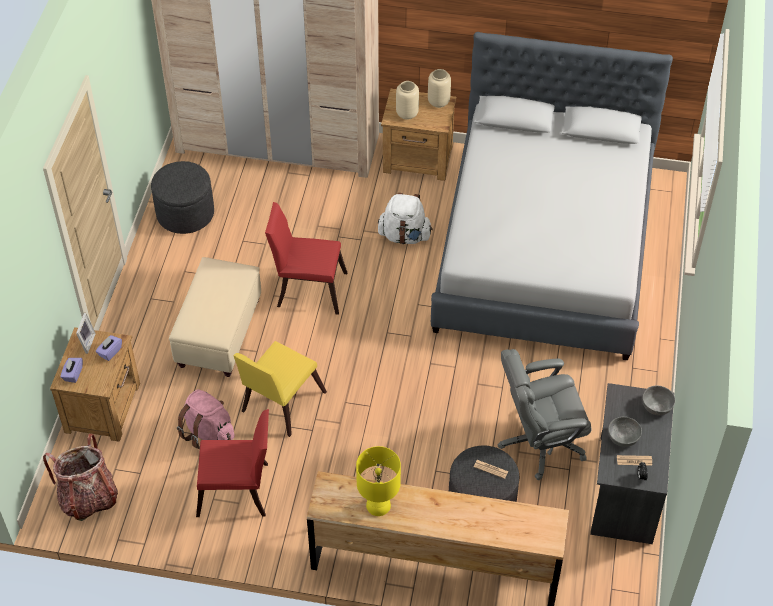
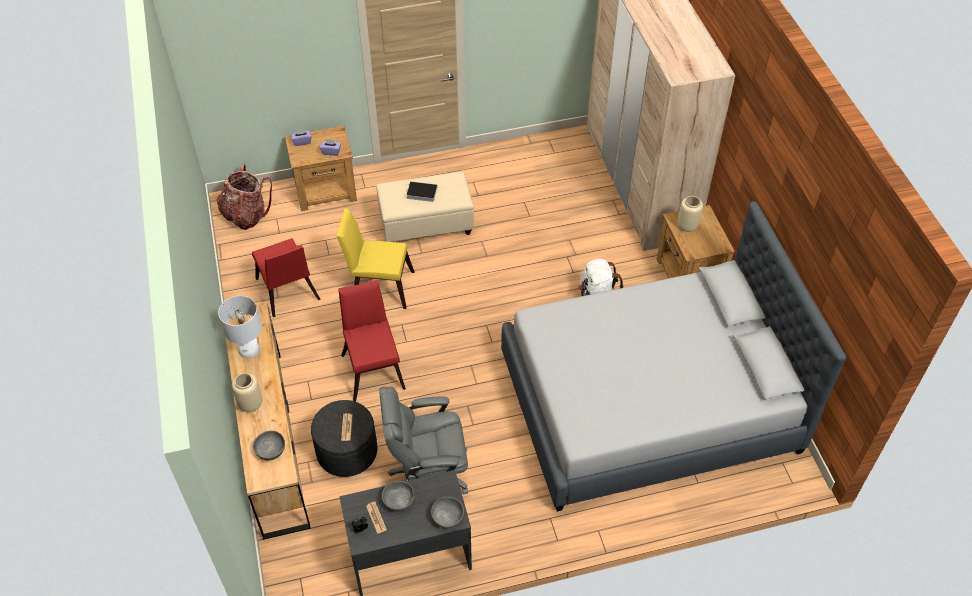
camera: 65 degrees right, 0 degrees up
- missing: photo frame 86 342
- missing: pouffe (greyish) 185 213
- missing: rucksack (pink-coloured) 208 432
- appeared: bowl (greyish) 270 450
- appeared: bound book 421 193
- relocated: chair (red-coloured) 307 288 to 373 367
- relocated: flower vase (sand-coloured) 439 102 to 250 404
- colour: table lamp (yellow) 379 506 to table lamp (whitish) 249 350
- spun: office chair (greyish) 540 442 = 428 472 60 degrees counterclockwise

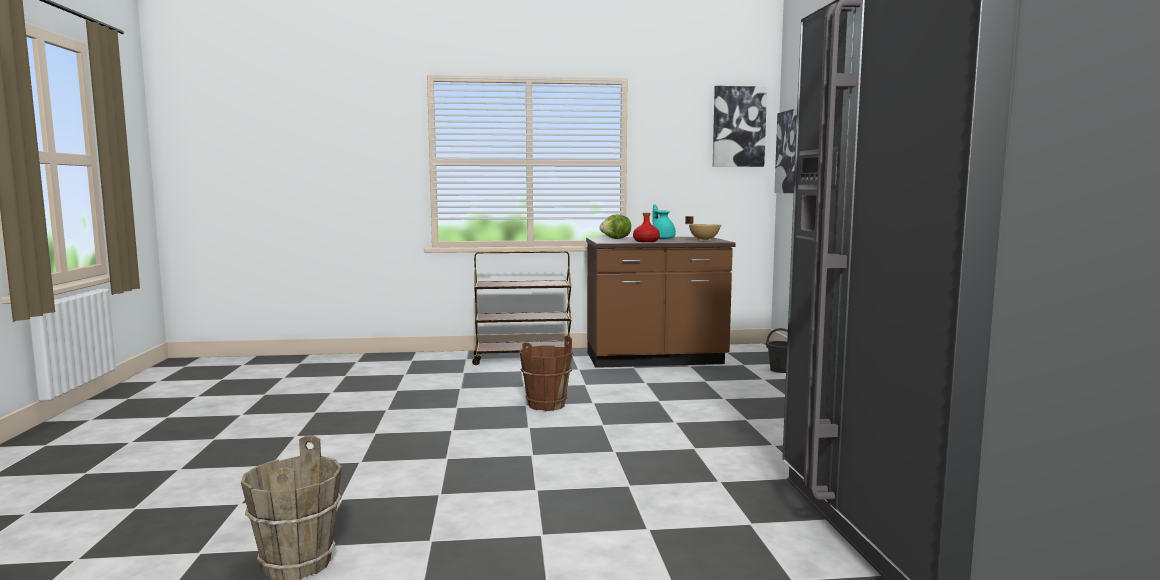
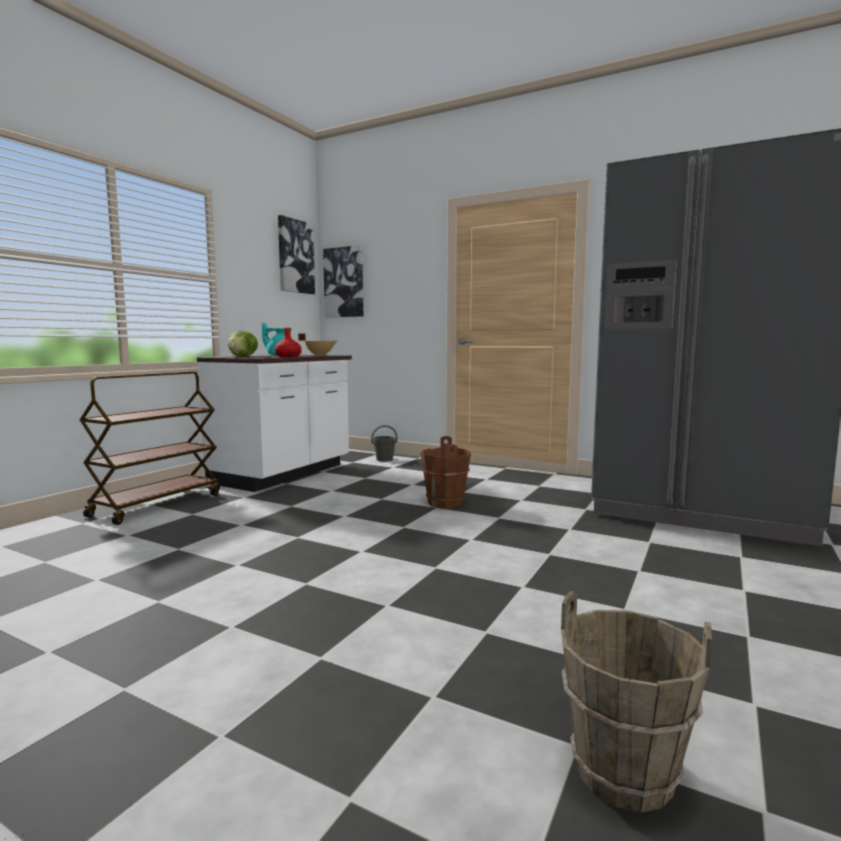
camera: 55 degrees left, 0 degrees up
- relocated: bucket (brown) 546 405 to 444 503
- colour: counter (brown) 655 360 to counter (whitish) 283 474

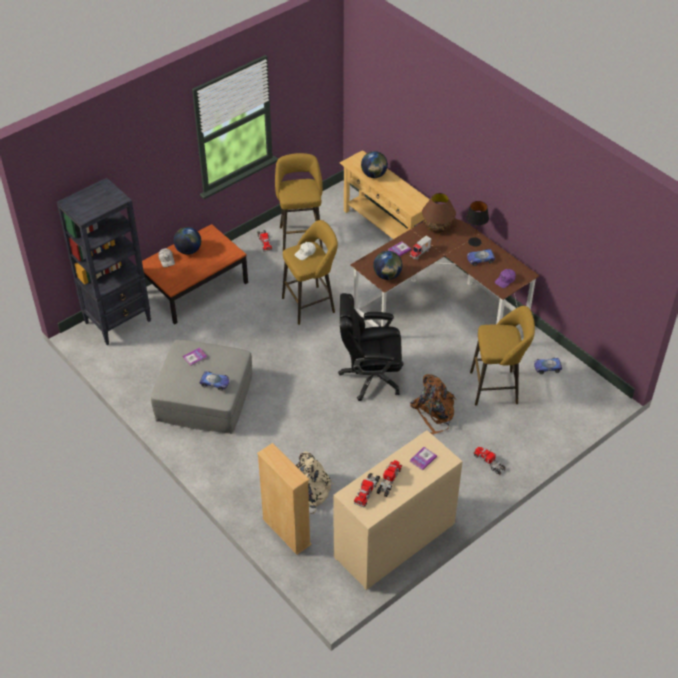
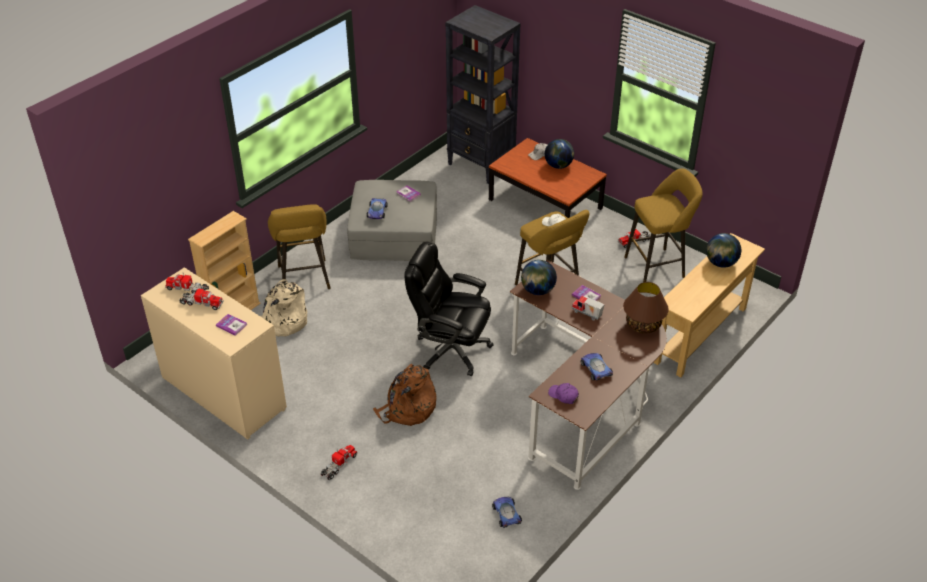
camera: 80 degrees right, 5 degrees down
- missing: table lamp (blackish) 474 242
- relocated: stool seat (yellow) 497 387 to 304 280
- spun: office chair (blackish) 370 377 = 450 350 60 degrees counterclockwise

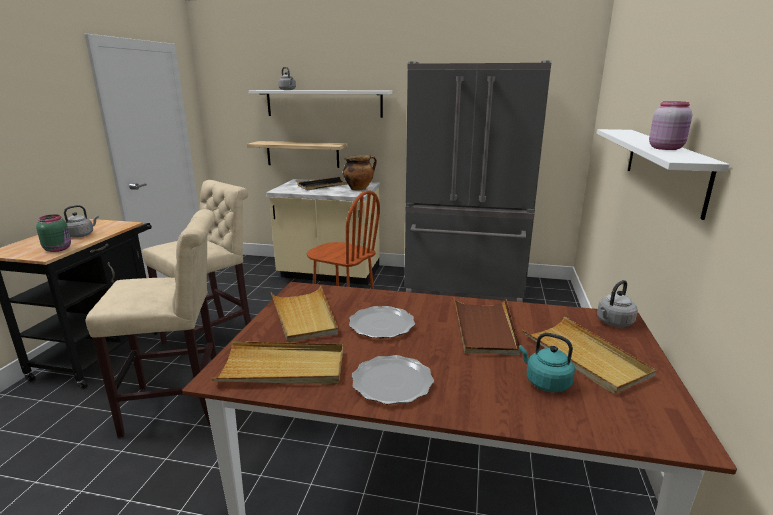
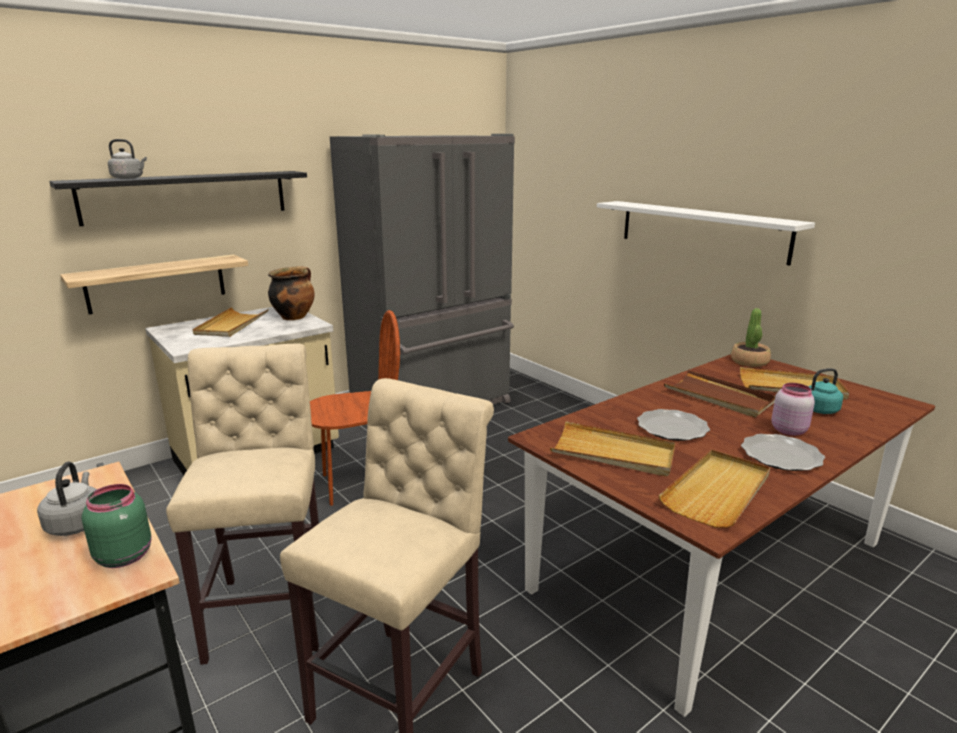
camera: 50 degrees left, 0 degrees up
- relocated: jar (pink-coloured) 666 148 to 788 430
- exchanged: water kettle (greyish) 613 322 to potted plant 749 362
- colour: bracket shelf (whitish) 323 103 to bracket shelf (blackish) 187 196
- colour: carrying tray (blackish) 324 185 to carrying tray (sand-coloured) 231 325

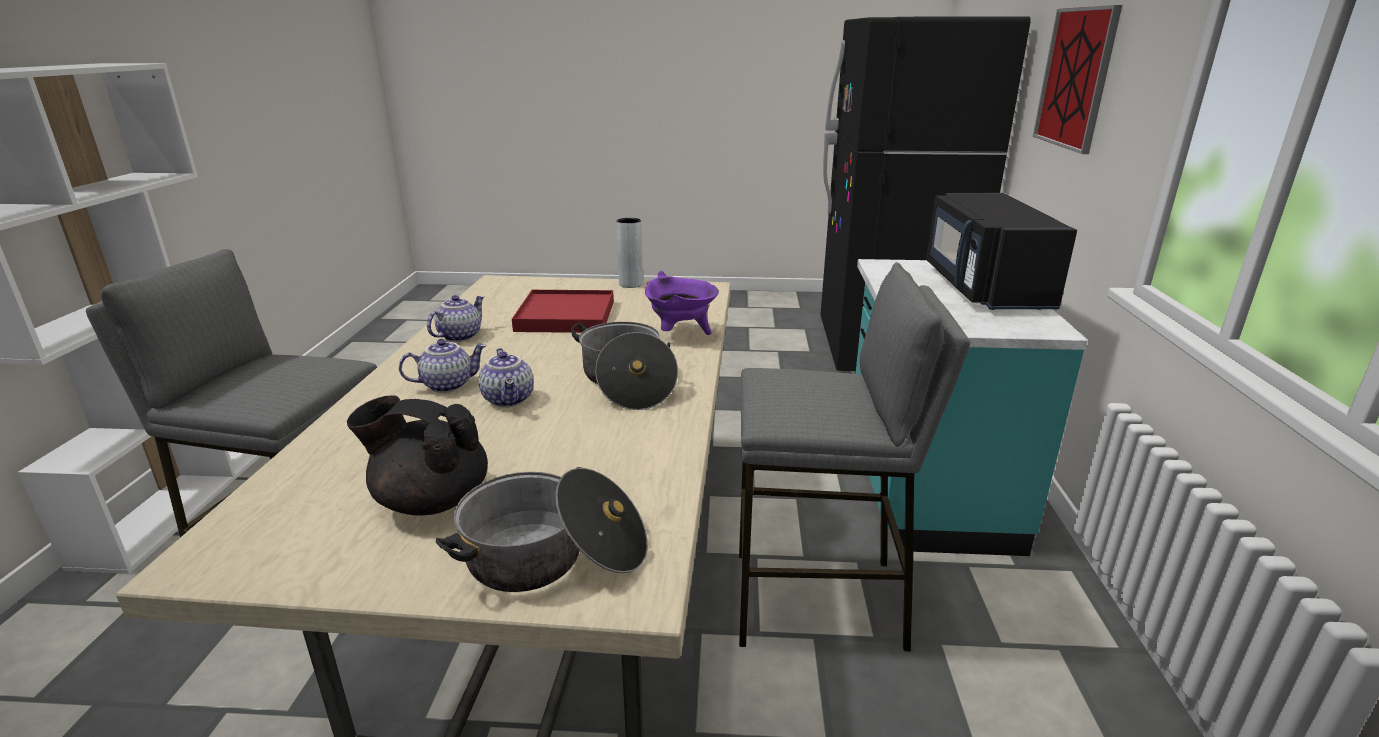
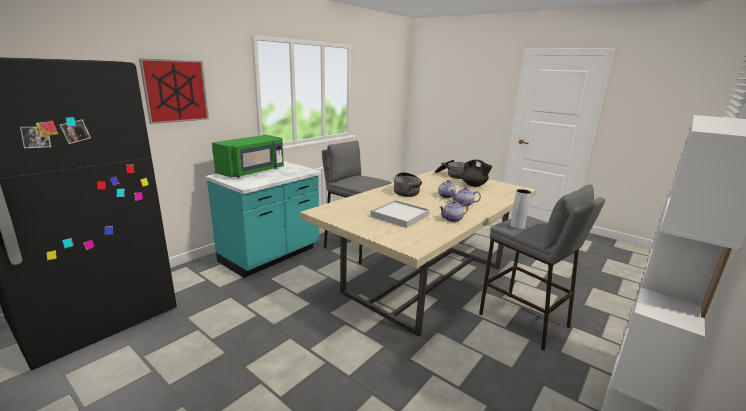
camera: 145 degrees left, 5 degrees down
- missing: cooking pot (purple-coloured) 680 334
- relocated: flower vase (greyish) 631 284 to 517 226
- colour: carrying tray (red-coloured) 566 316 to carrying tray (whitish) 399 216
- colour: microwave (blackish) 983 288 to microwave (greenish) 253 171

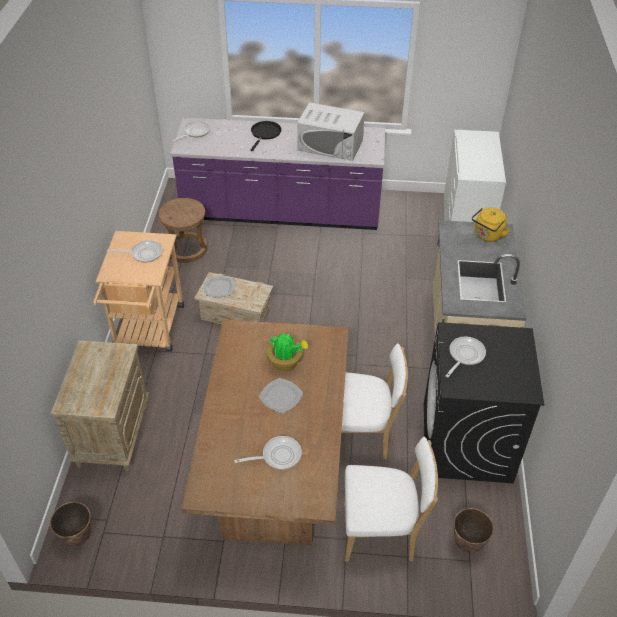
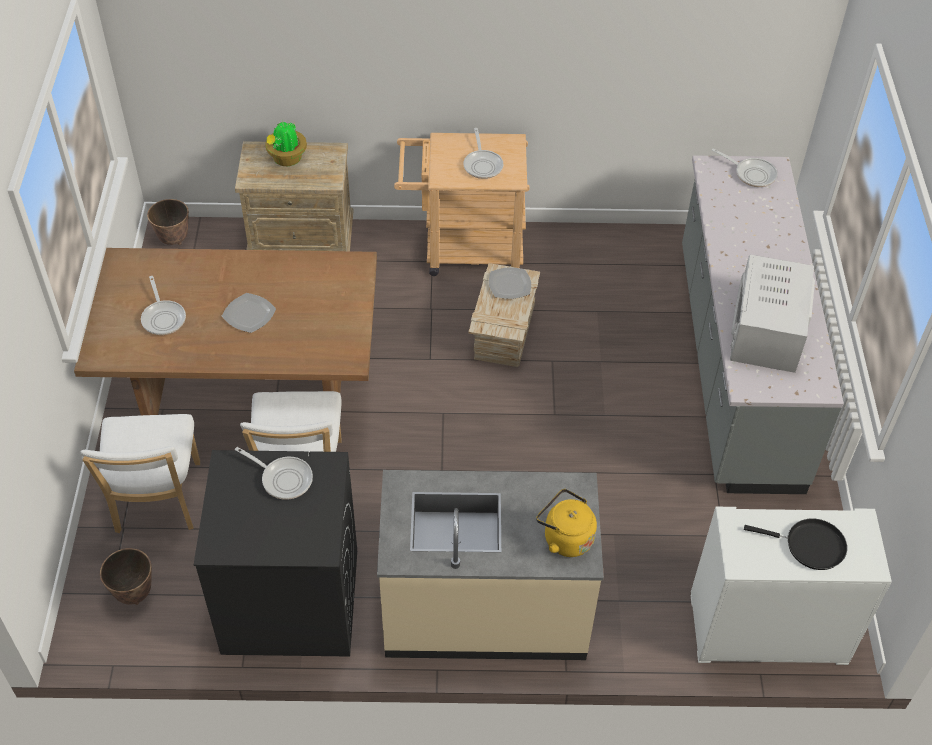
camera: 85 degrees right, 5 degrees up
- missing: stool seat (brown) 186 249
- relocated: frying pan (blackish) 265 133 to 810 546
- relocated: potted plant 286 363 to 286 159
- colour: counter (purple-coloured) 281 213 to counter (greyish) 735 365

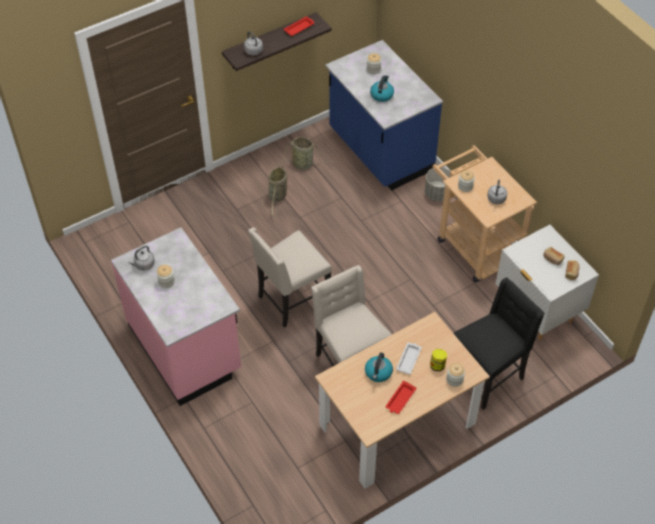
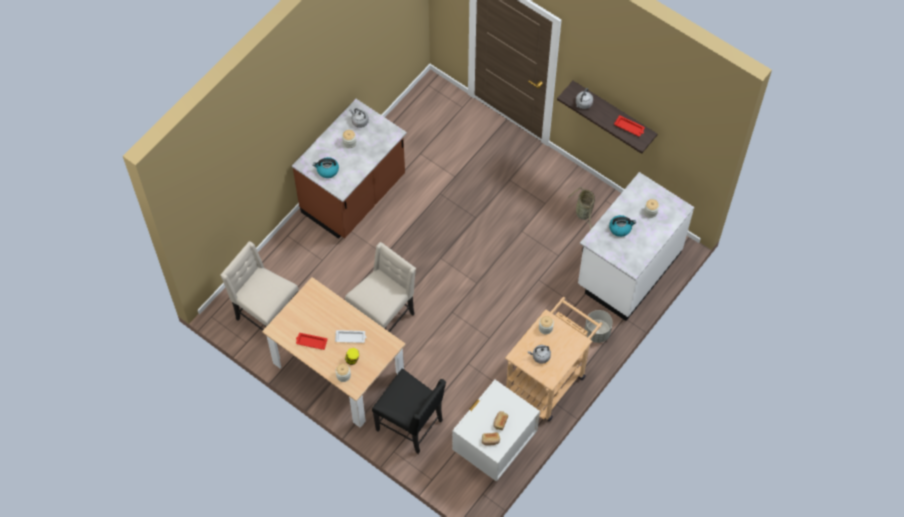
camera: 70 degrees right, 10 degrees up
- missing: household basket 277 197
- relocated: chair (sand-coloured) 292 300 to 266 316
- relocated: water kettle 378 373 to 327 170
- colour: counter (pink-coloured) 185 348 to counter (brown) 354 196
- colour: counter (bluish) 379 151 to counter (whitish) 628 269

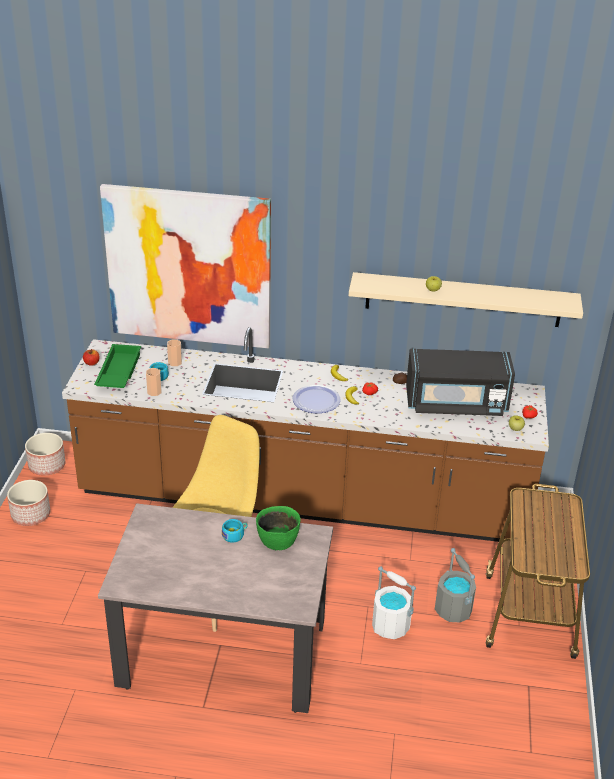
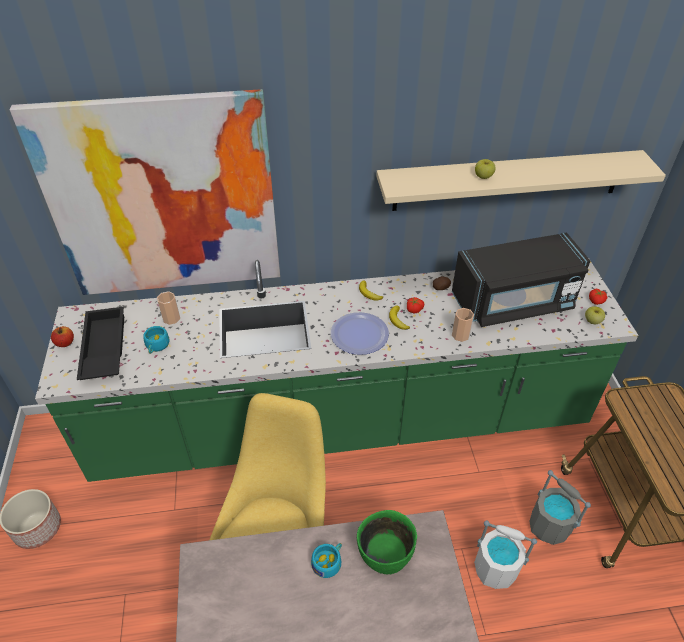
camera: 15 degrees left, 10 degrees up
- missing: planter 47 465
- relocated: cup 154 392 to 460 335
- colour: counter (brown) 303 500 to counter (greenish) 342 424
- colour: carrying tray (greenish) 118 372 to carrying tray (blackish) 103 349

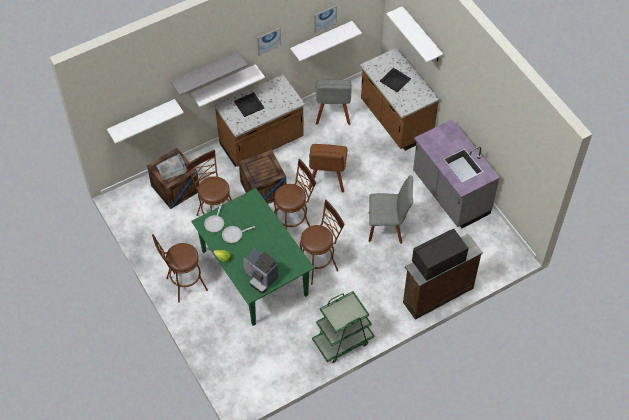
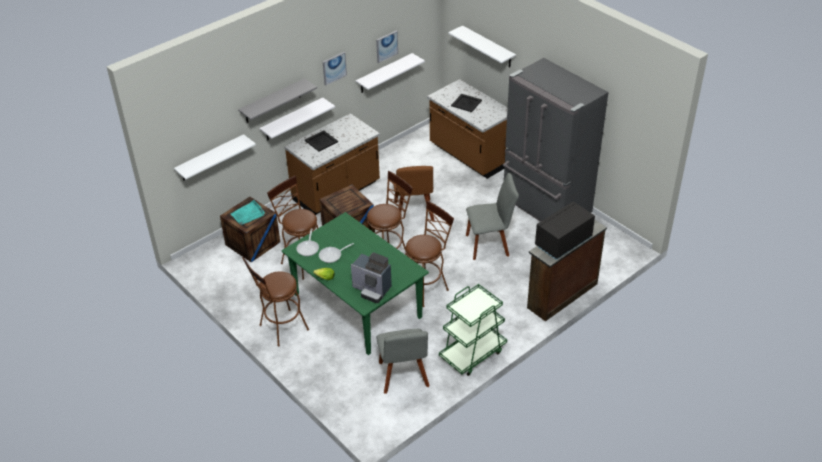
camera: 10 degrees left, 15 degrees down
- relocated: chair (greyish) 333 114 to 403 377
- exchanged: counter (greyish) 450 194 to fridge (greyish) 545 207
- colour: carrying tray (greyish) 172 168 to carrying tray (blue-green) 248 214

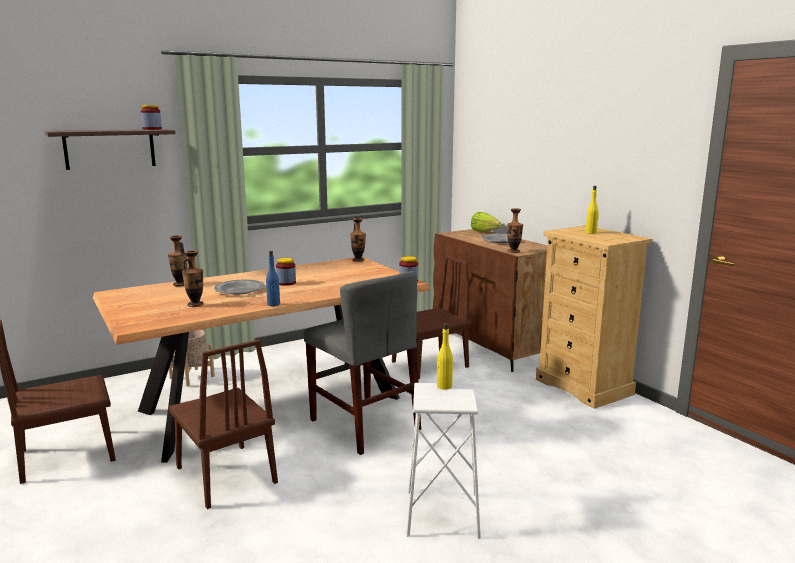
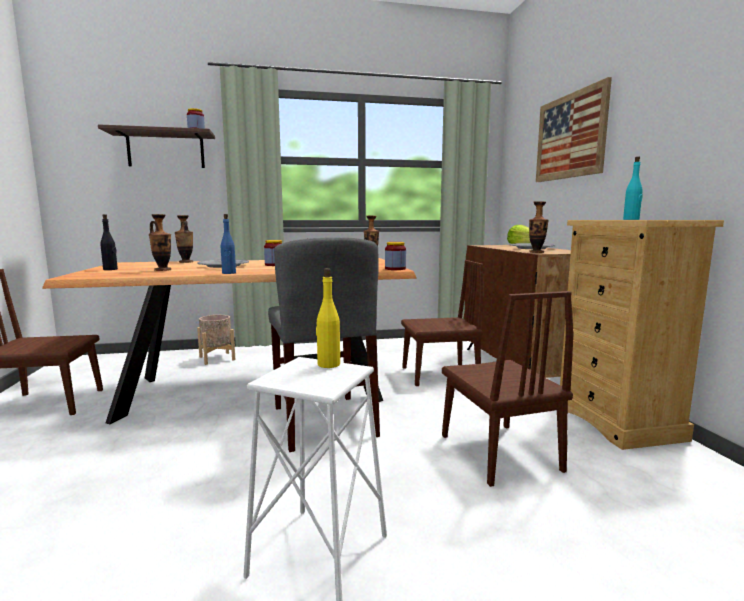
camera: 20 degrees right, 5 degrees down
- appeared: beverage bottle (blackish) 110 269
- appeared: wall art 570 136
- relocated: chair (brown) 226 475 to 499 452
- colour: beverage bottle (yellow) 591 233 to beverage bottle (blue-green) 631 219

